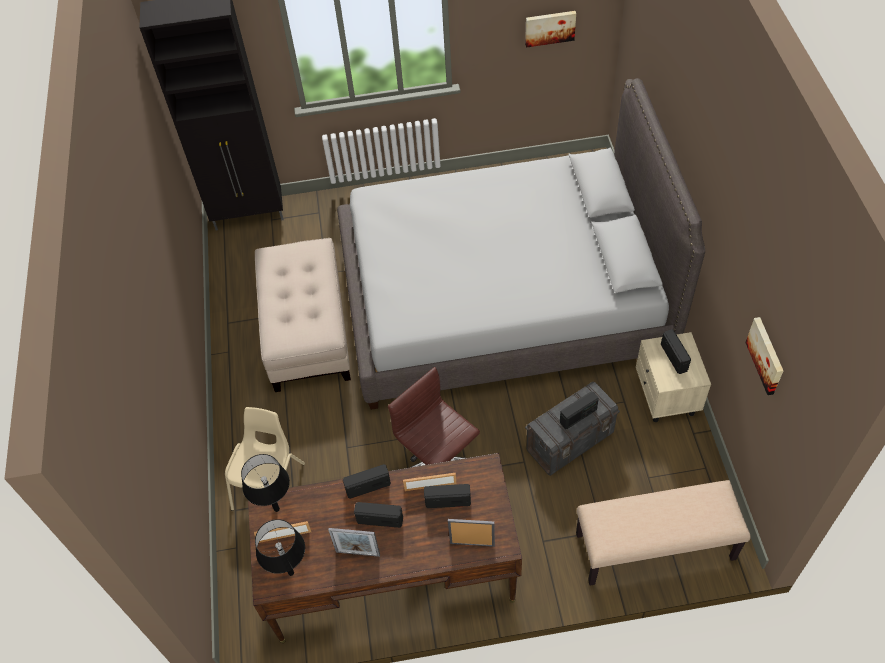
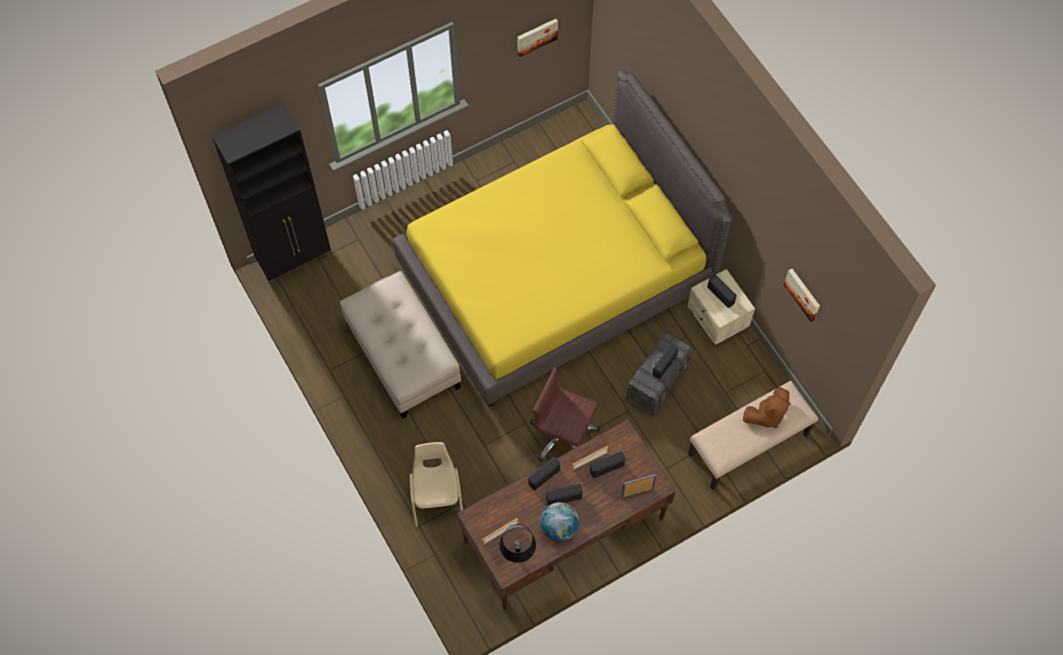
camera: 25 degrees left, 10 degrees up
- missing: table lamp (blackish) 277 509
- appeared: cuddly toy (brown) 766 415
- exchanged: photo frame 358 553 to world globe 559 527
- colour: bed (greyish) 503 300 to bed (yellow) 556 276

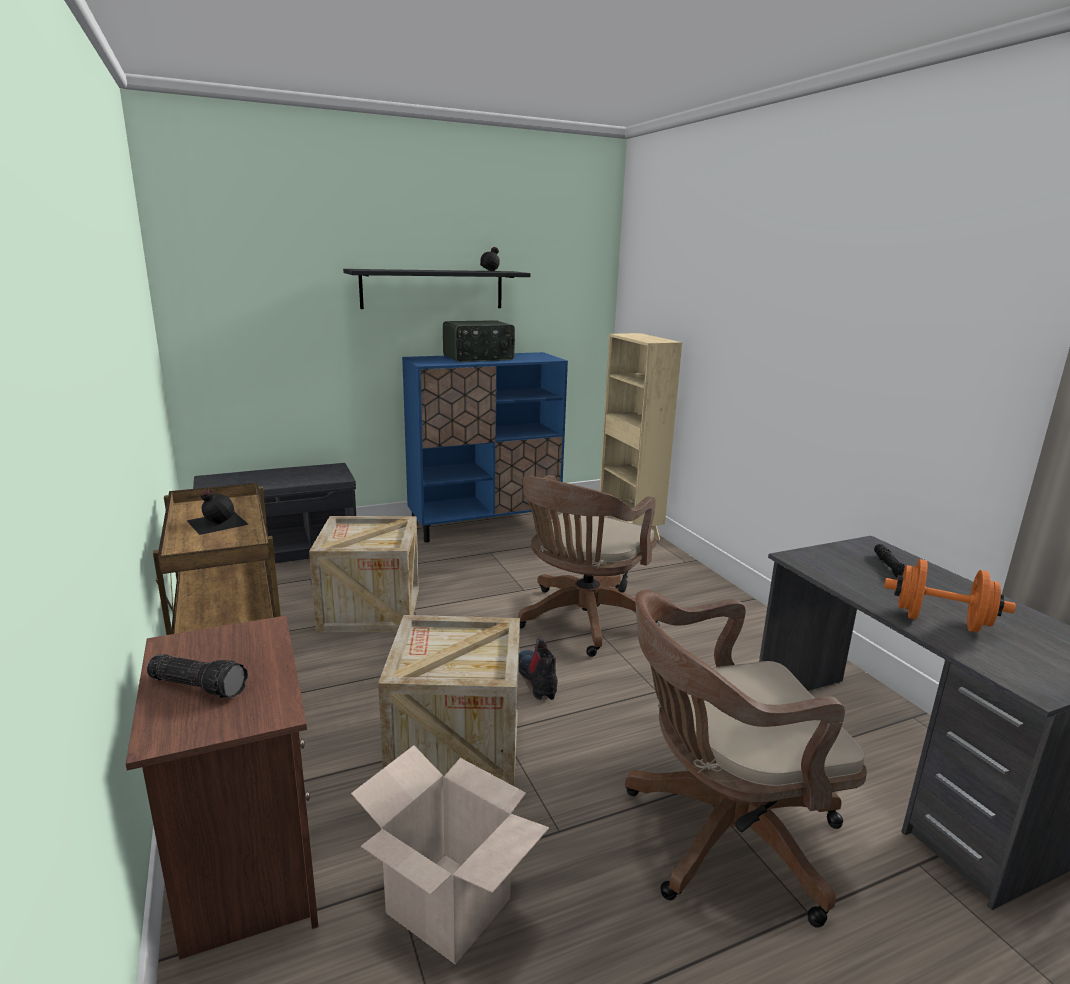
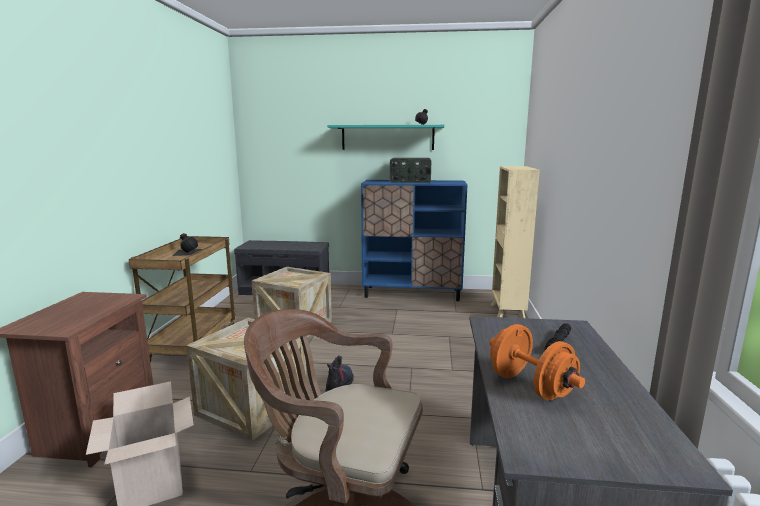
camera: 30 degrees right, 5 degrees down
- missing: hand torch 200 685
- missing: office chair (brown) 582 622
- colour: bracket shelf (blackish) 432 289 to bracket shelf (blue-green) 387 137

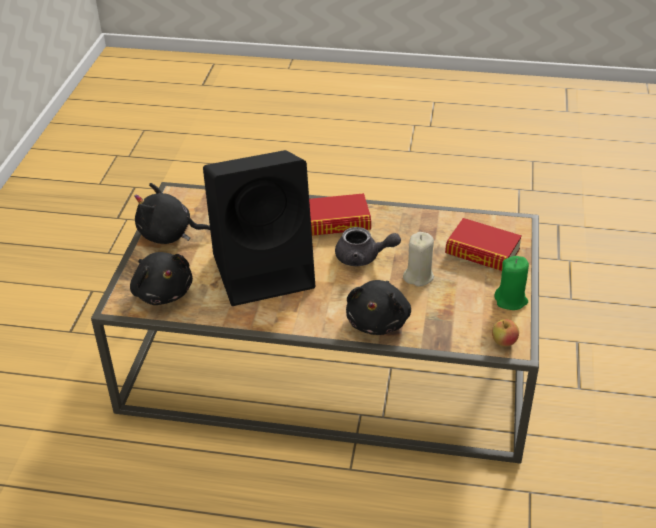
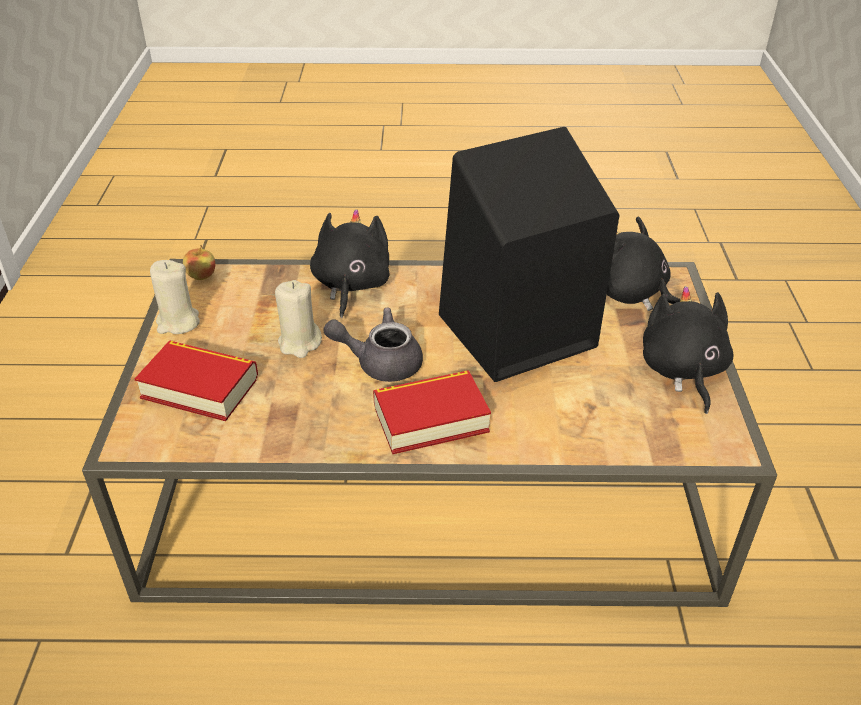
camera: 170 degrees right, 0 degrees up
- colour: wax candle (greenish) 511 300 to wax candle (sand-coloured) 178 322
- spun: cuddly toy (blackish) 169 235 = 682 371 90 degrees counterclockwise

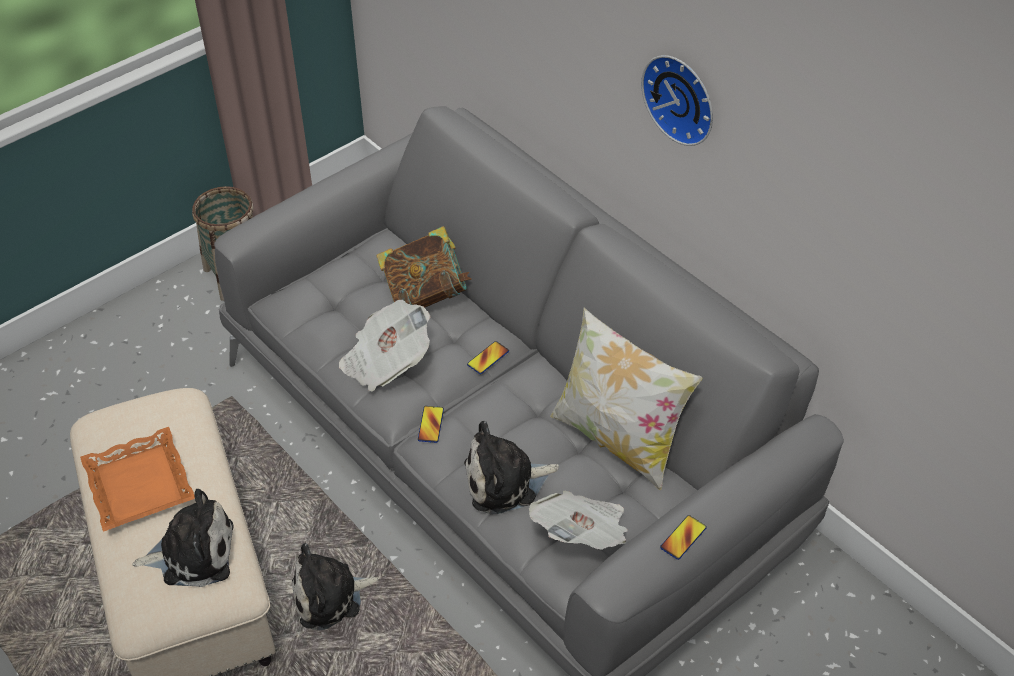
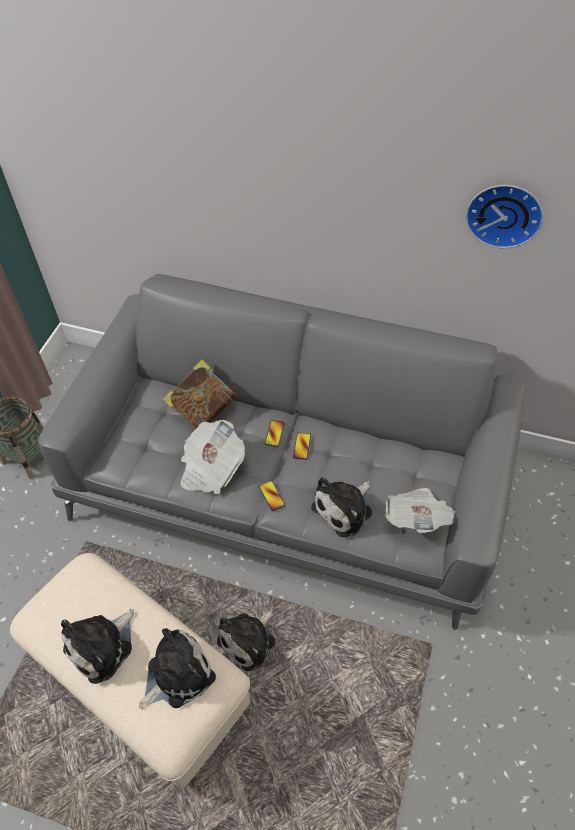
camera: 30 degrees left, 5 degrees up
- missing: cushion 617 439
- relocated: hanging clock 682 97 to 504 213
- relocated: telephone 683 538 to 302 446
- exchanged: carrying tray (orangey) 140 485 to cuddly toy 102 646

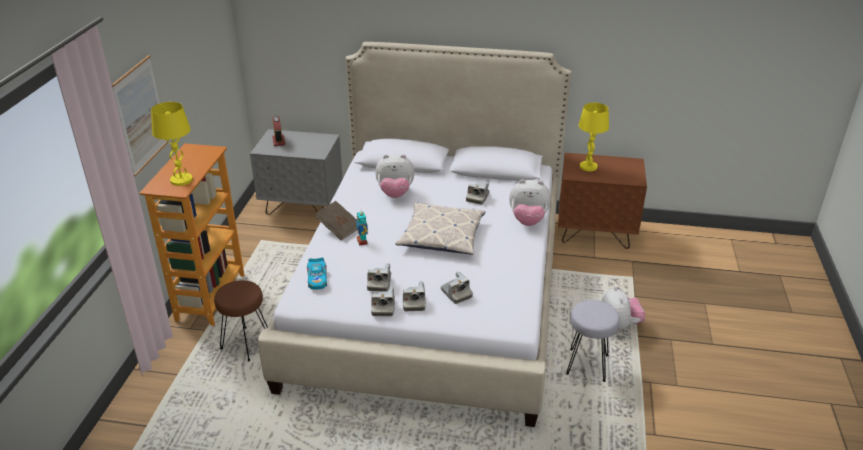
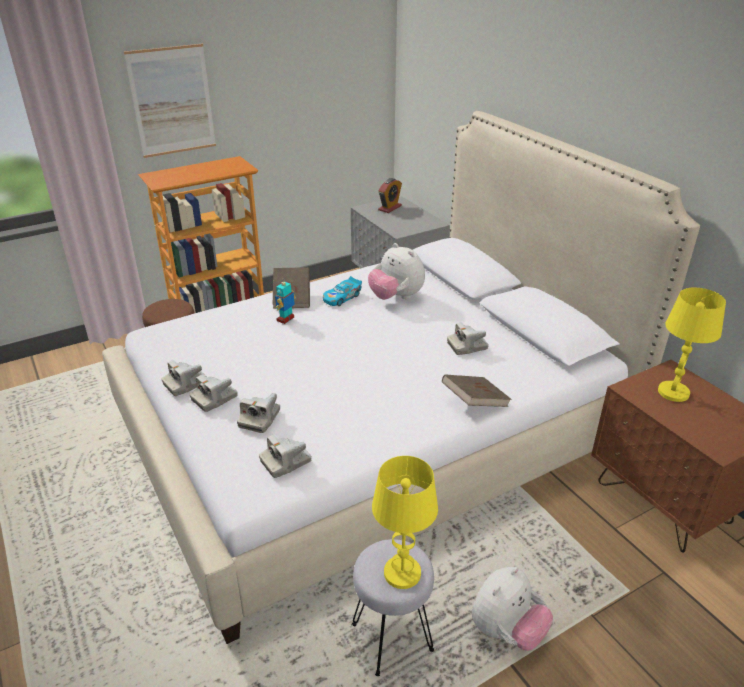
camera: 50 degrees right, 0 degrees up
- missing: cushion 441 236
- relocated: table lamp (yellow) 181 180 to 402 573
- relocated: miniature car 317 279 to 342 297
- relocated: photo camera 379 283 to 286 462
- exchanged: cuddly toy 528 221 to bound book (brown) 474 402

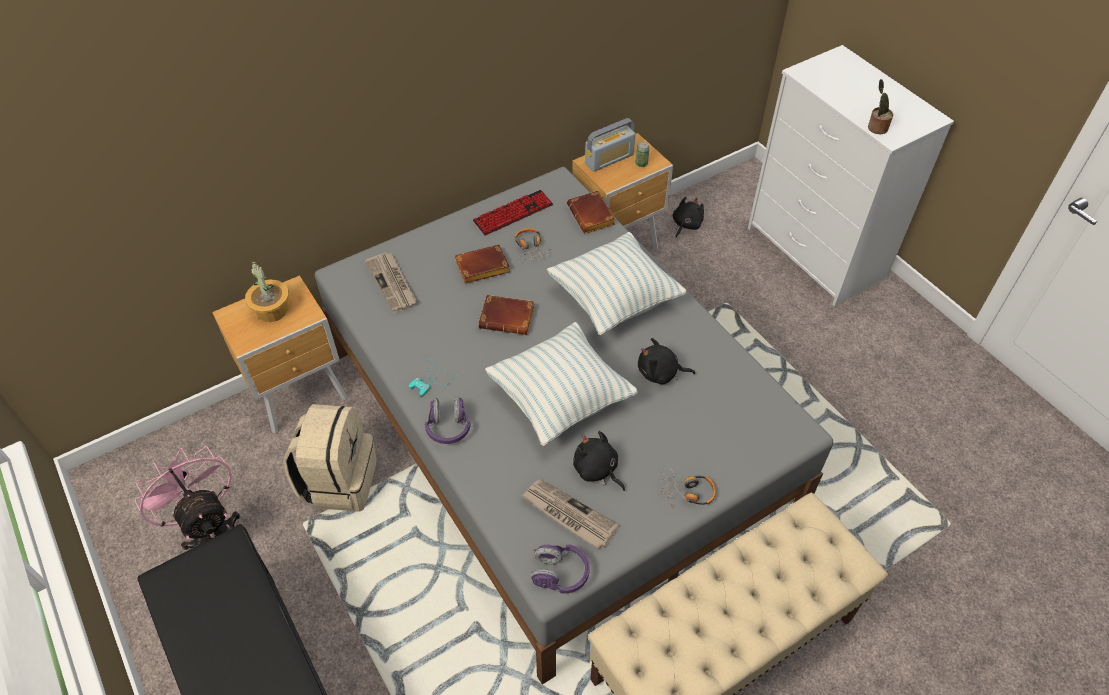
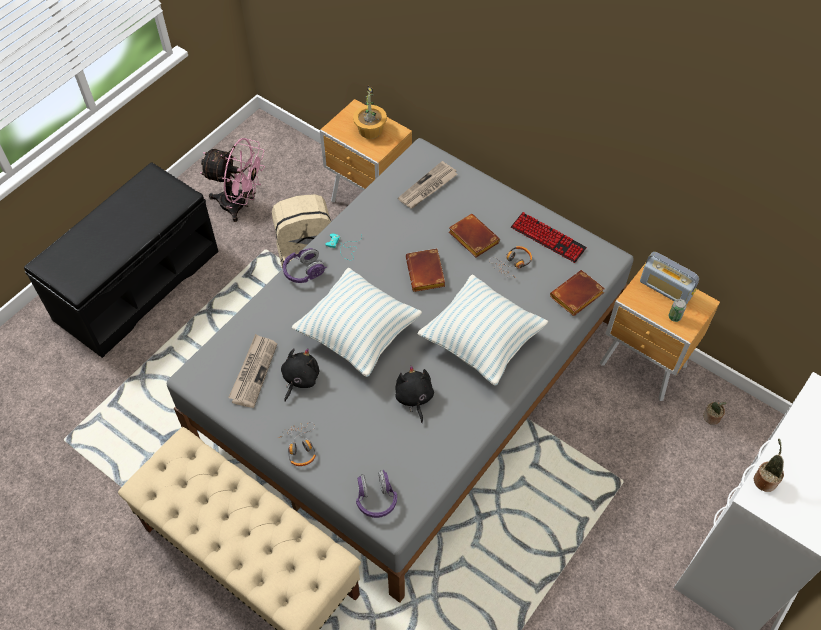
camera: 70 degrees right, 5 degrees up
- relocated: pair of headphones (purple-coloured) 560 574 to 376 498
- exchanged: cuddly toy (blackish) 686 225 to potted plant 711 418
- spun: fan (pink-coloured) 213 534 = 240 204 75 degrees clockwise

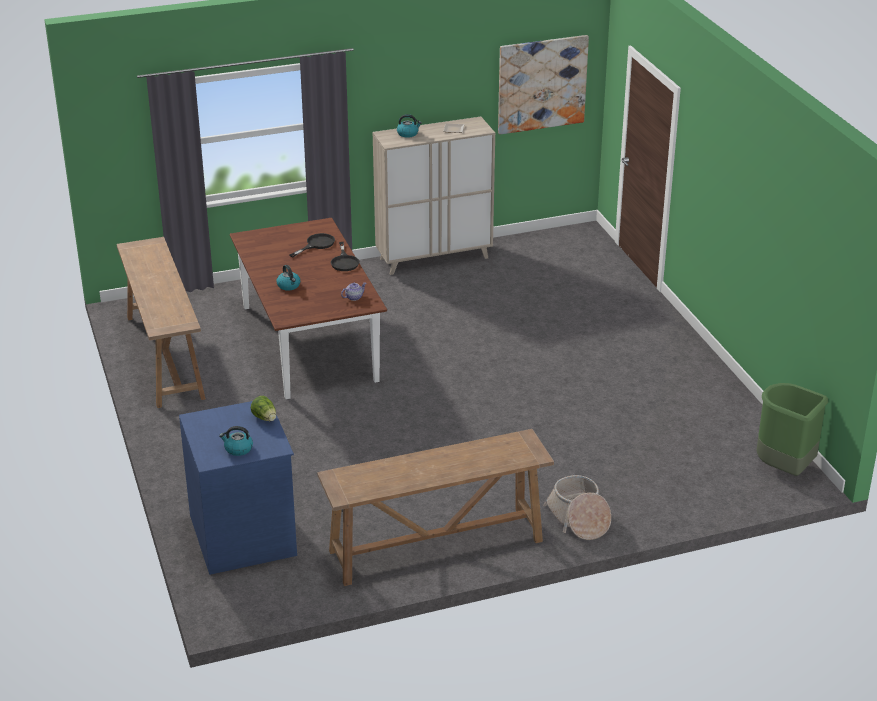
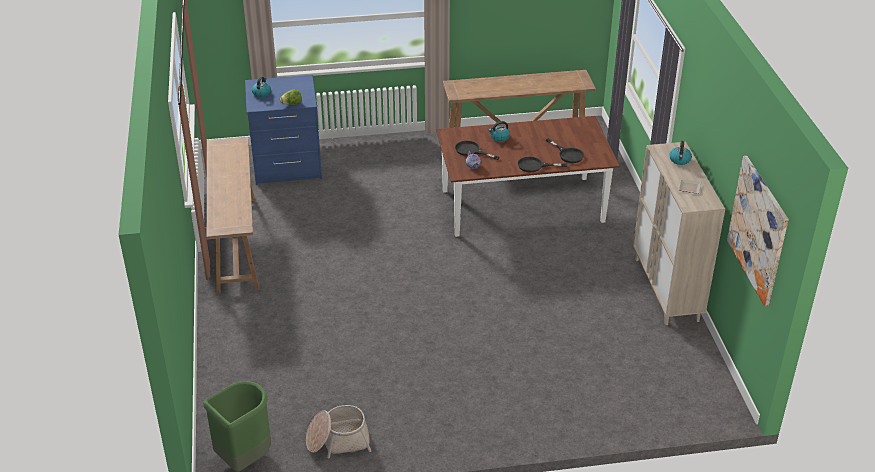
camera: 100 degrees right, 5 degrees up
- appeared: frying pan (blackish) 471 151
- relocated: household basket 578 519 to 338 440

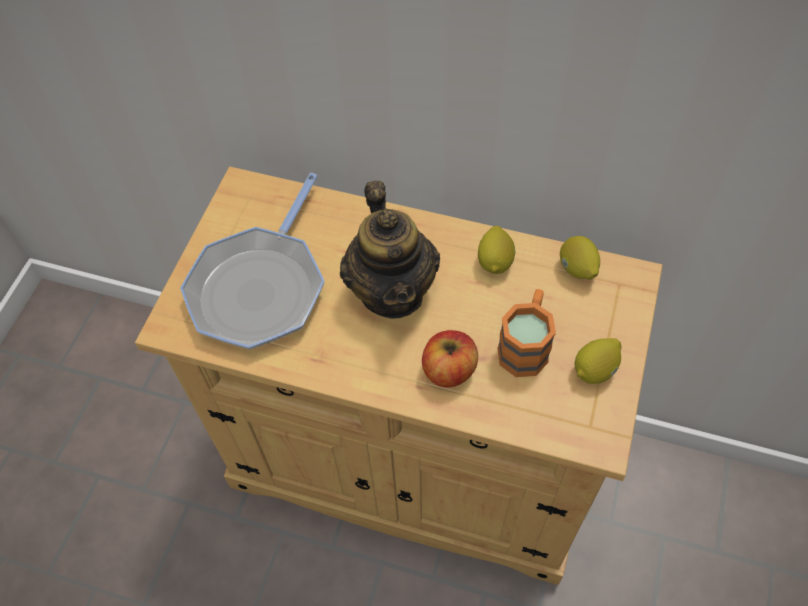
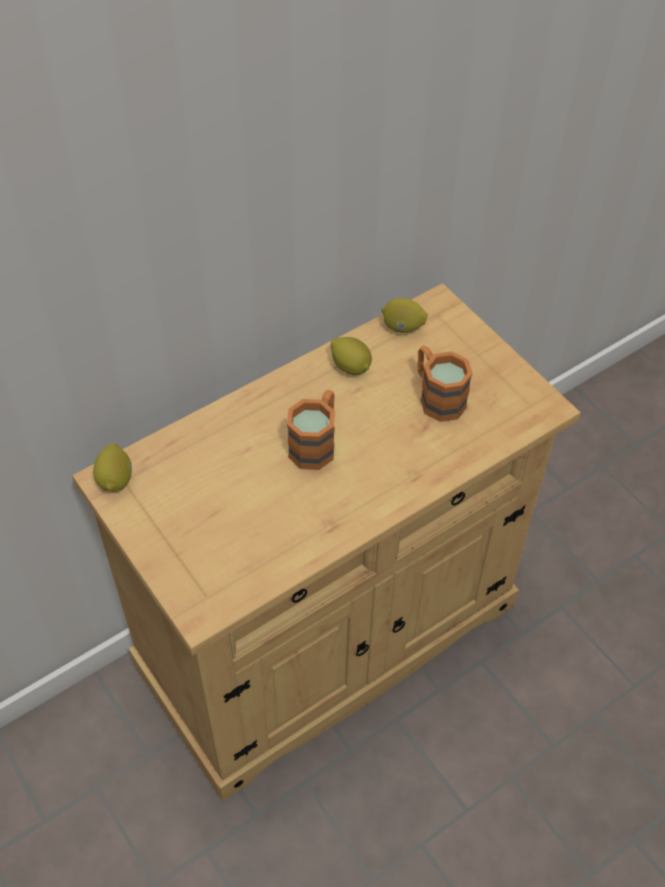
camera: 55 degrees left, 5 degrees down
- missing: frying pan 260 287
- missing: whole apple 448 370
- relocated: lemon 595 370 to 115 479
- exchanged: tea pot 392 291 to coffee mug (orangey) 316 443

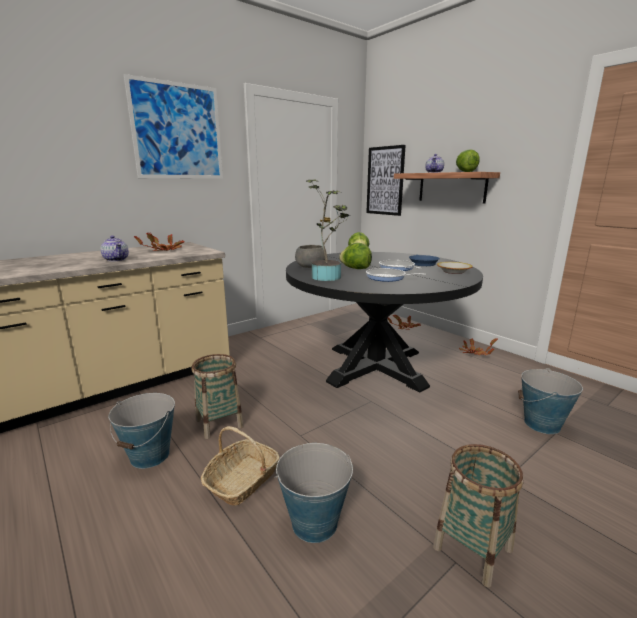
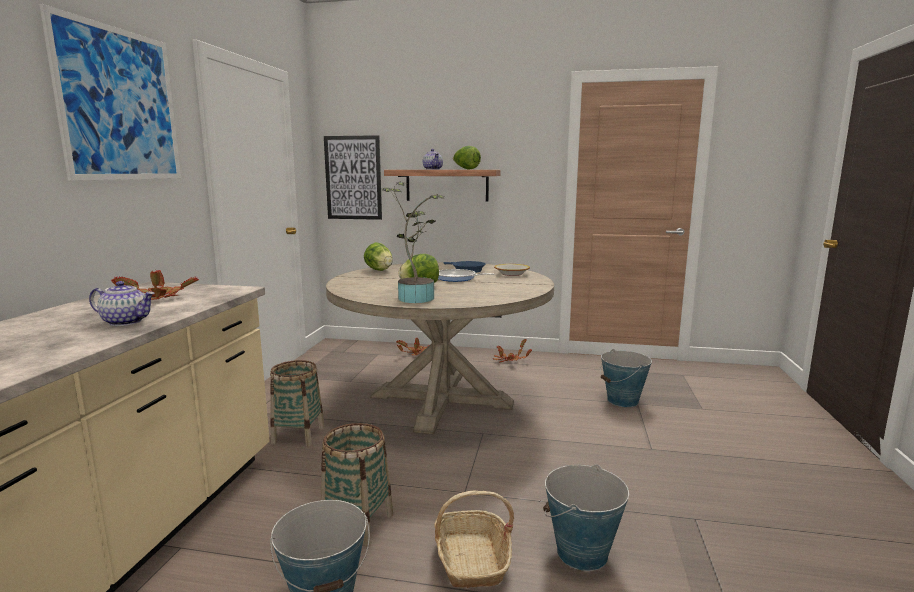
camera: 40 degrees left, 5 degrees down
- missing: bowl (greyish) 310 267
- missing: frying pan 388 277
- relocated: household basket 472 548 to 298 435
- colour: dinner table (blackish) 375 366 to dinner table (sand-coloured) 441 400

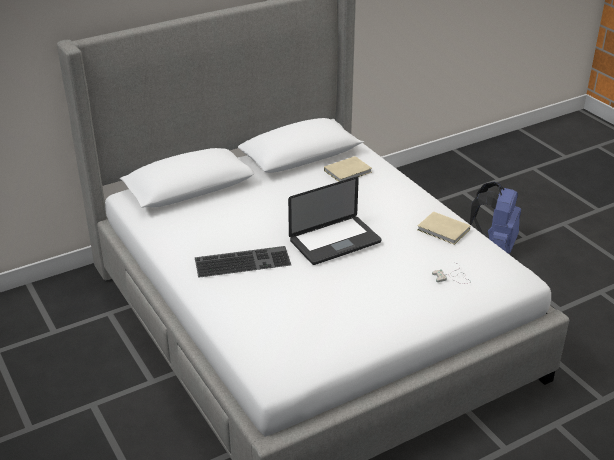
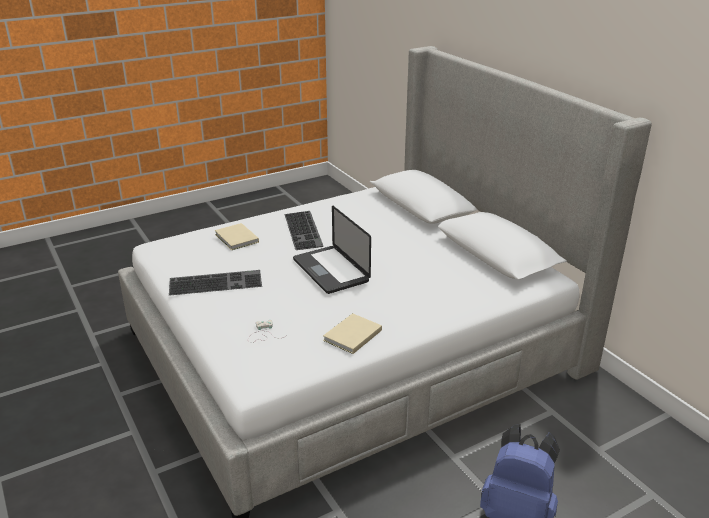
camera: 90 degrees right, 5 degrees down
- appeared: computer keyboard 216 282
- relocated: bound book (sand-coloured) 349 171 to 236 239

